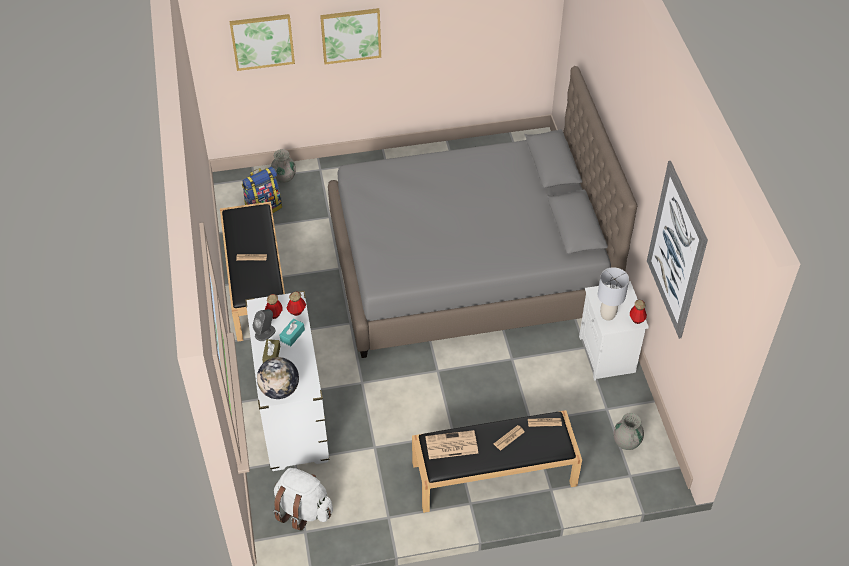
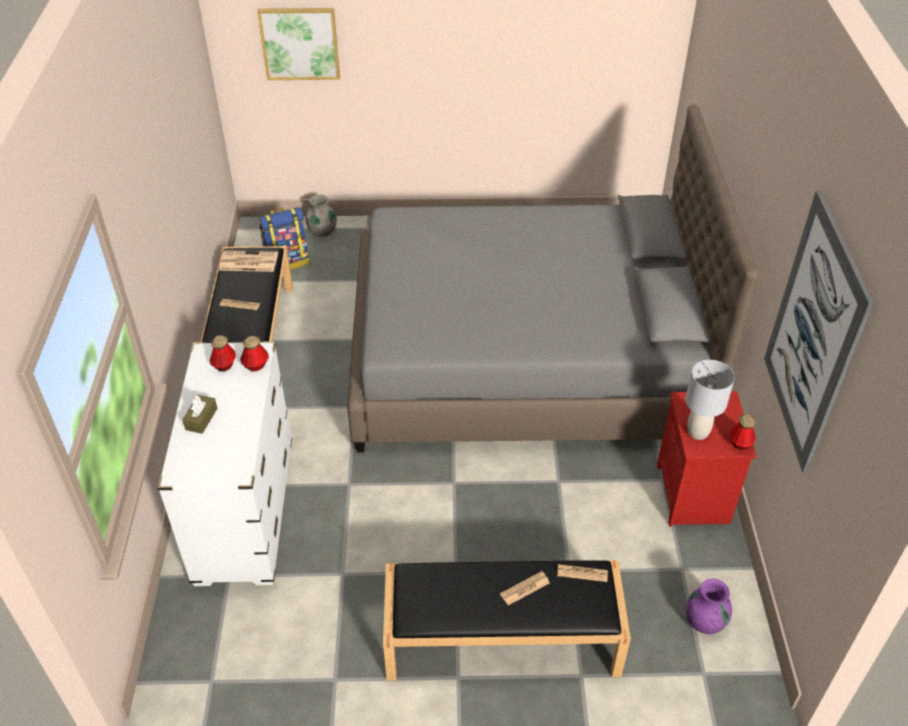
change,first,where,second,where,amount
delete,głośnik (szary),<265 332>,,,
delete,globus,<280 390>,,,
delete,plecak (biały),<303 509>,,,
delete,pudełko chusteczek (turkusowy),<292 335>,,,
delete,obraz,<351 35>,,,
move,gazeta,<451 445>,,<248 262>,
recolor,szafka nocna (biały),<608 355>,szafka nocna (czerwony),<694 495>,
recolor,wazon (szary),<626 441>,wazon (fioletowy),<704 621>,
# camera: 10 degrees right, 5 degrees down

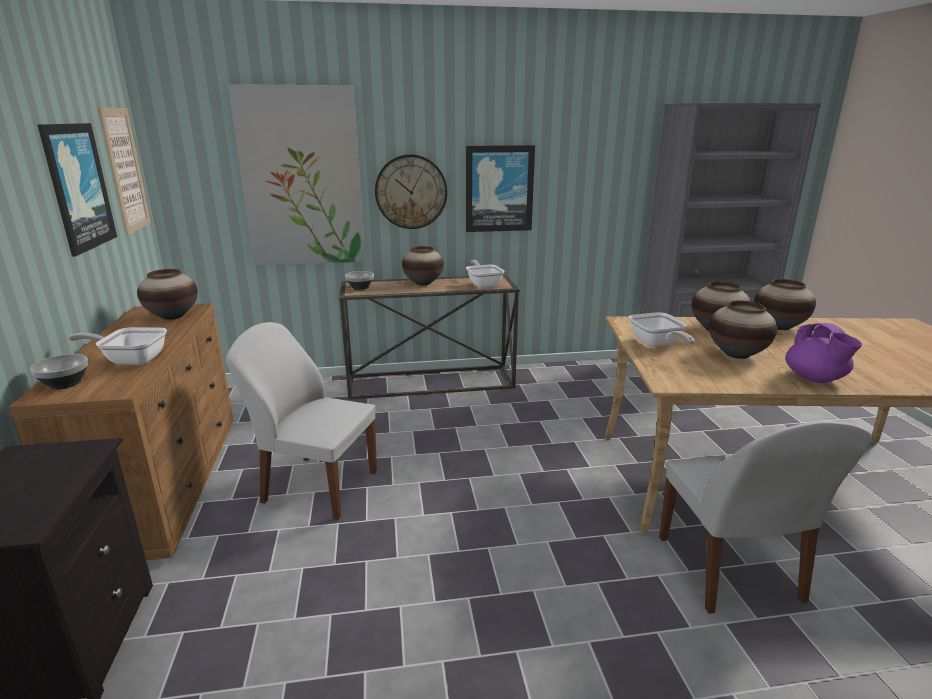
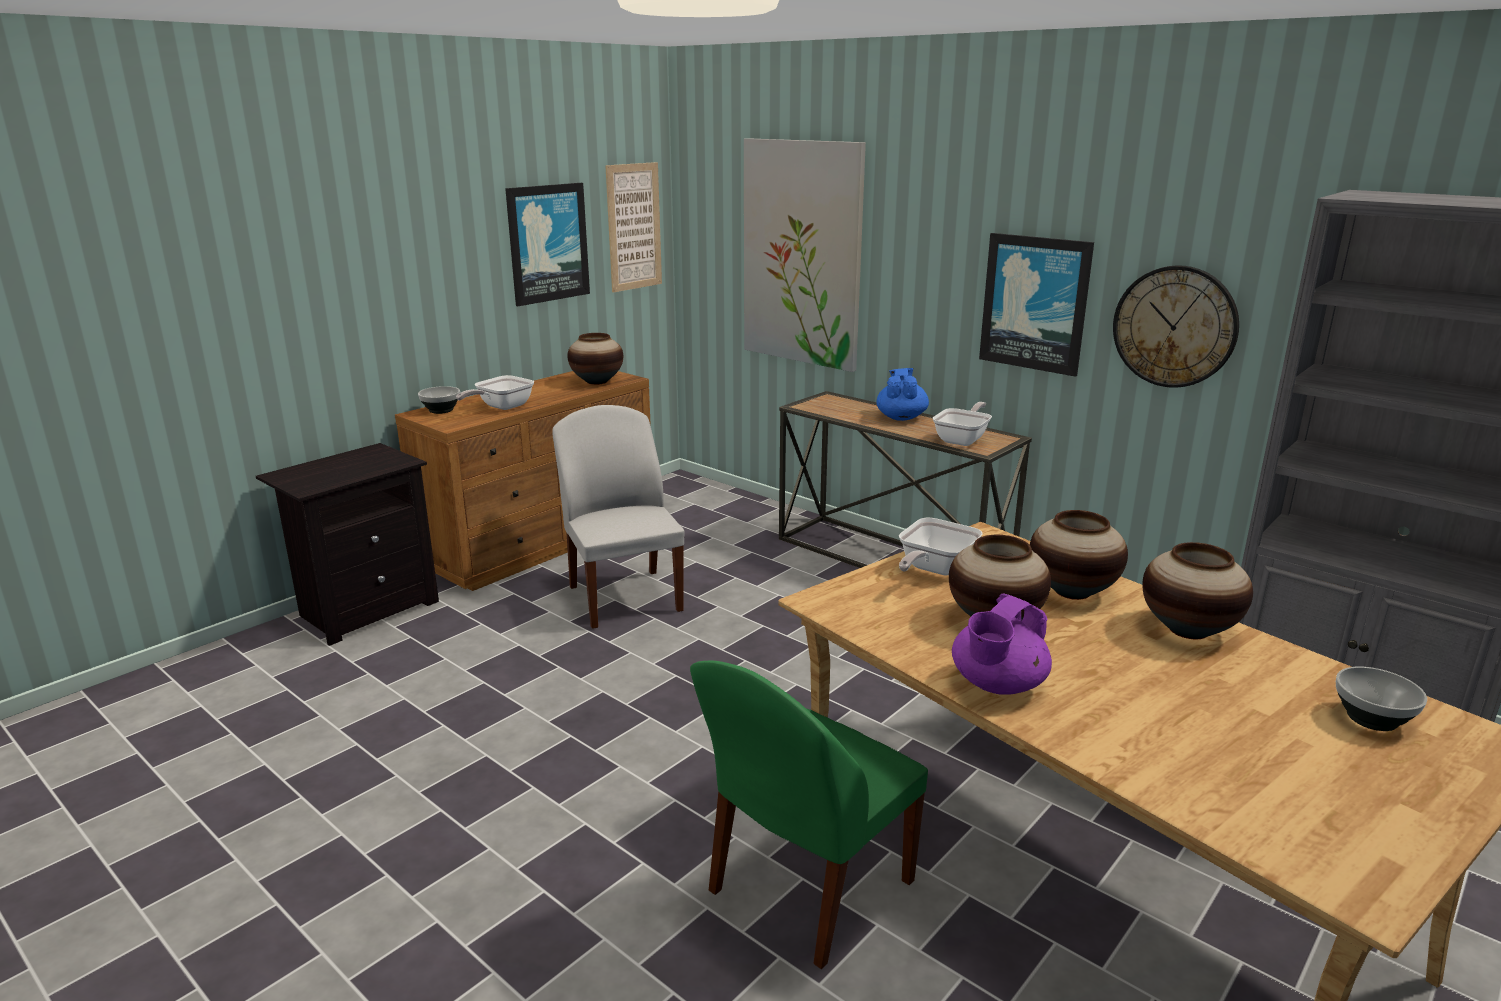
change,first,where,second,where,amount
move,miska,<360 287>,,<1370 719>,
move,zegar ścienny,<411 192>,,<1174 326>,
replace,wazon,<423 283>,imbryk (niebieski),<901 417>,
recolor,krzesło (biały),<730 571>,krzesło (zielony),<807 889>,
rotate,patelnia,<131 360>,,<501 407>,105 degrees counterclockwise
# camera: 50 degrees right, 0 degrees up

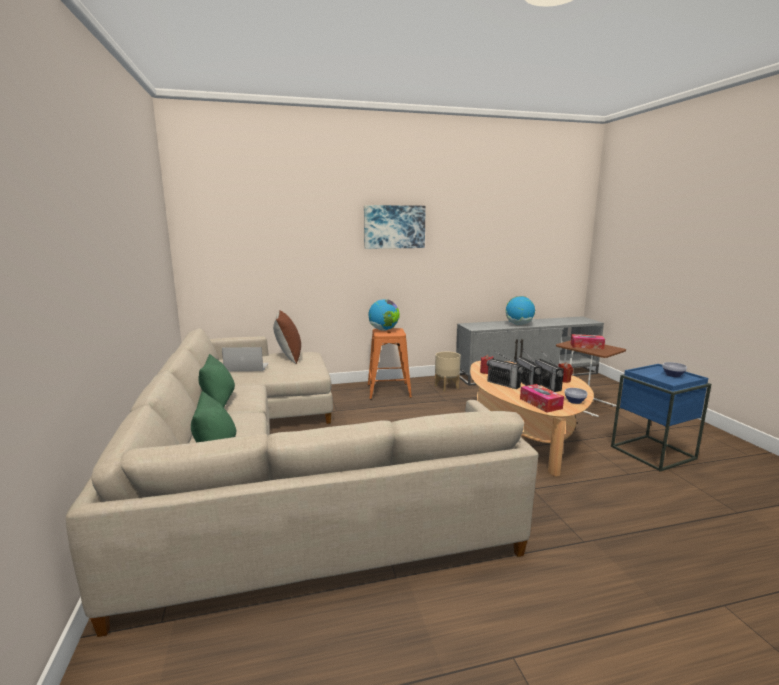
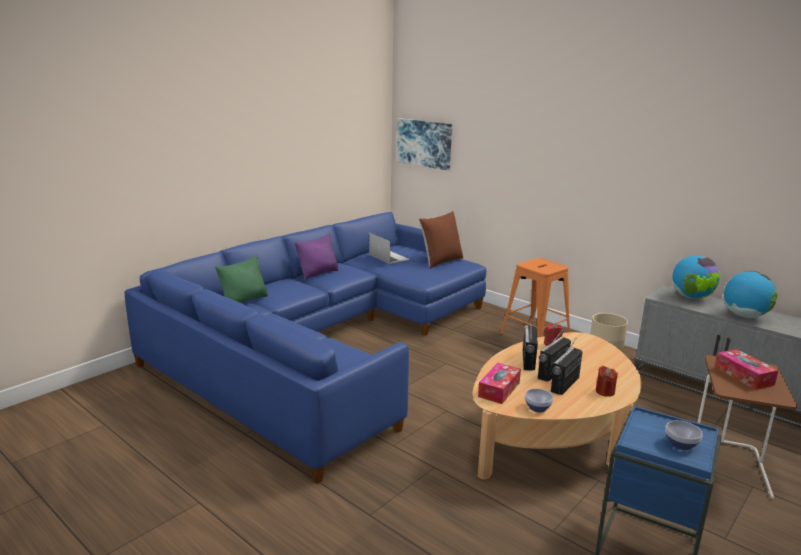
change,first,where,second,where,amount
move,obraz,<394 227>,,<424 143>,
move,globus,<384 330>,,<691 297>,
recolor,kanapa (beżowy),<271 470>,kanapa (niebieski),<323 343>,
recolor,poduszka (zielony),<219 401>,poduszka (fioletowy),<318 273>,
# camera: 55 degrees right, 5 degrees up

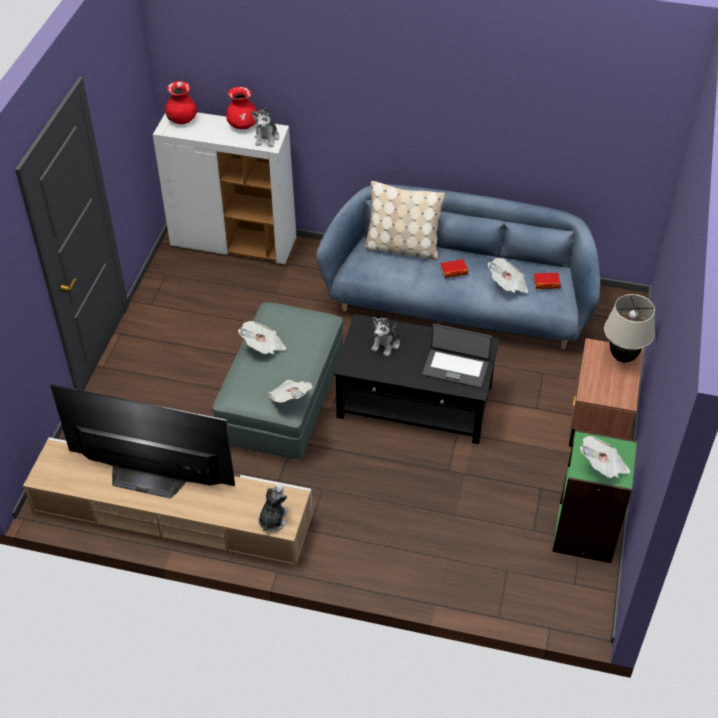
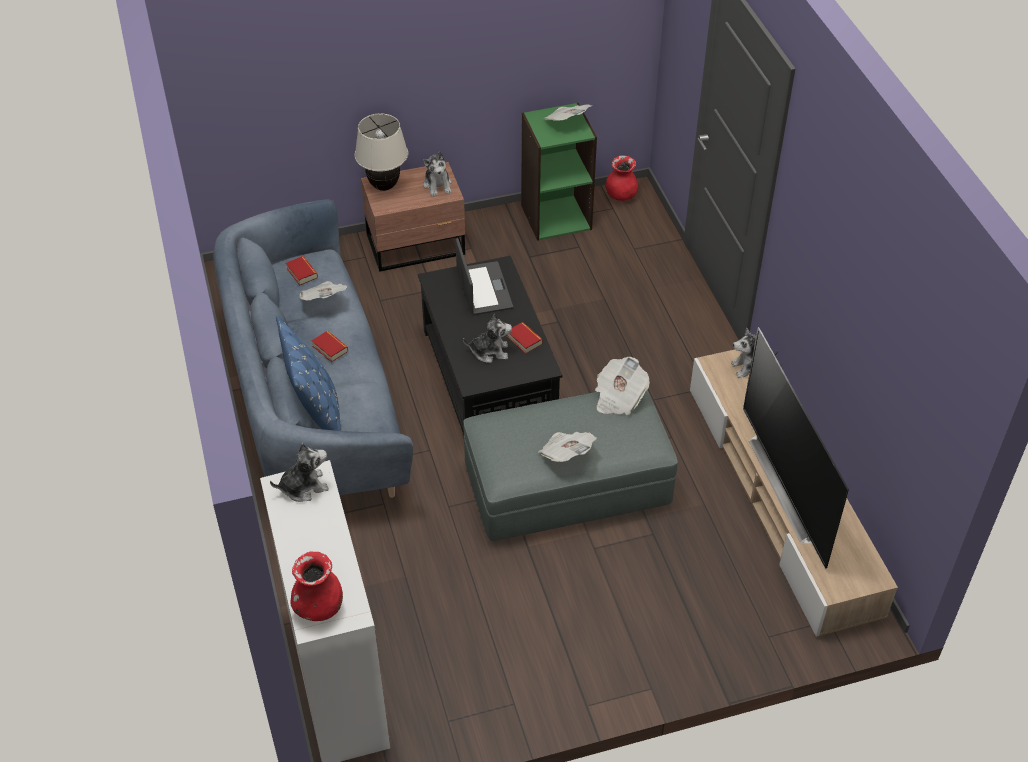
change,first,where,second,where,amount
insert,,,pluszak,<438 185>,
insert,,,książka,<524 340>,
move,wazon (czerwony),<243 125>,,<621 195>,
recolor,poduszka (beżowy),<402 248>,poduszka (niebieski),<315 408>,
# camera: 120 degrees left, 0 degrees up

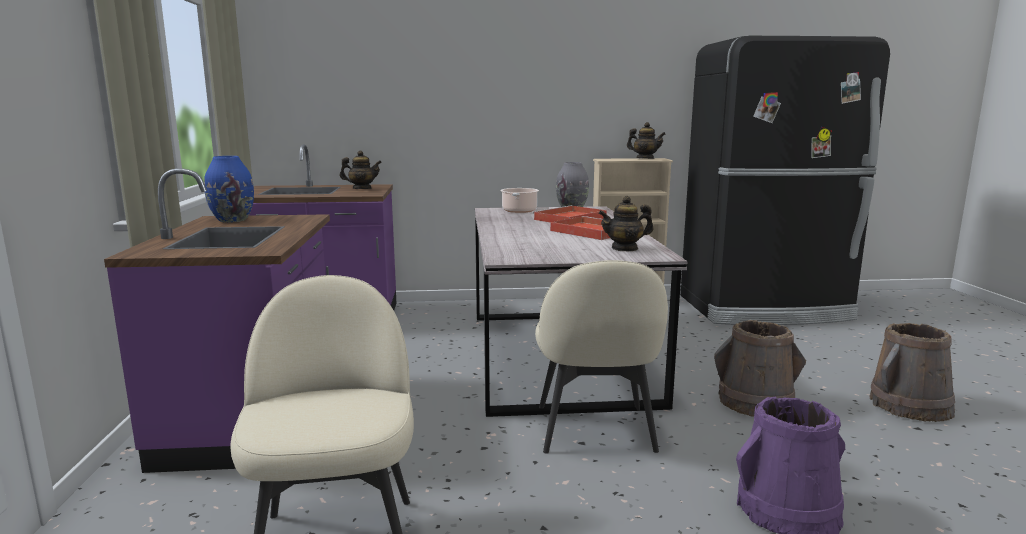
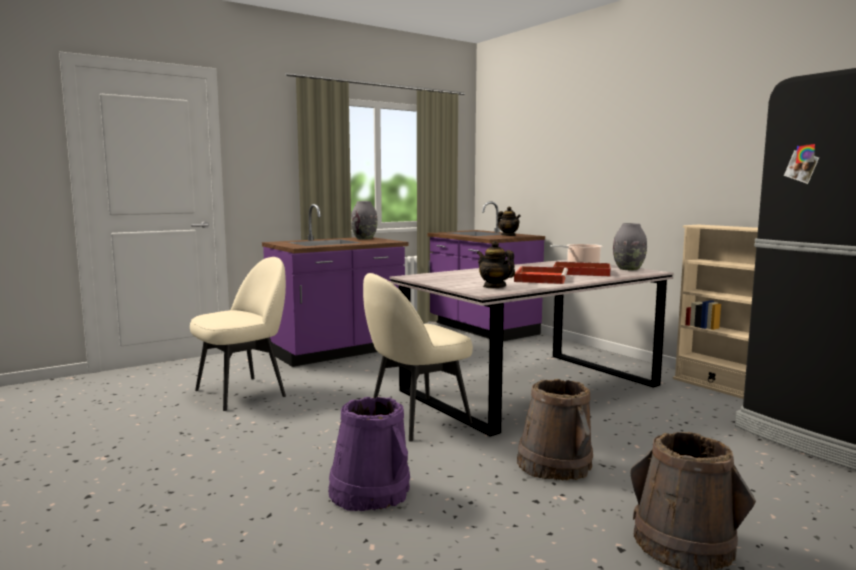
change,first,where,second,where,amount
delete,imbryk,<645 158>,,,
recolor,wazon (niebieski),<232 220>,wazon (szary),<364 238>,
# camera: 60 degrees right, 5 degrees down

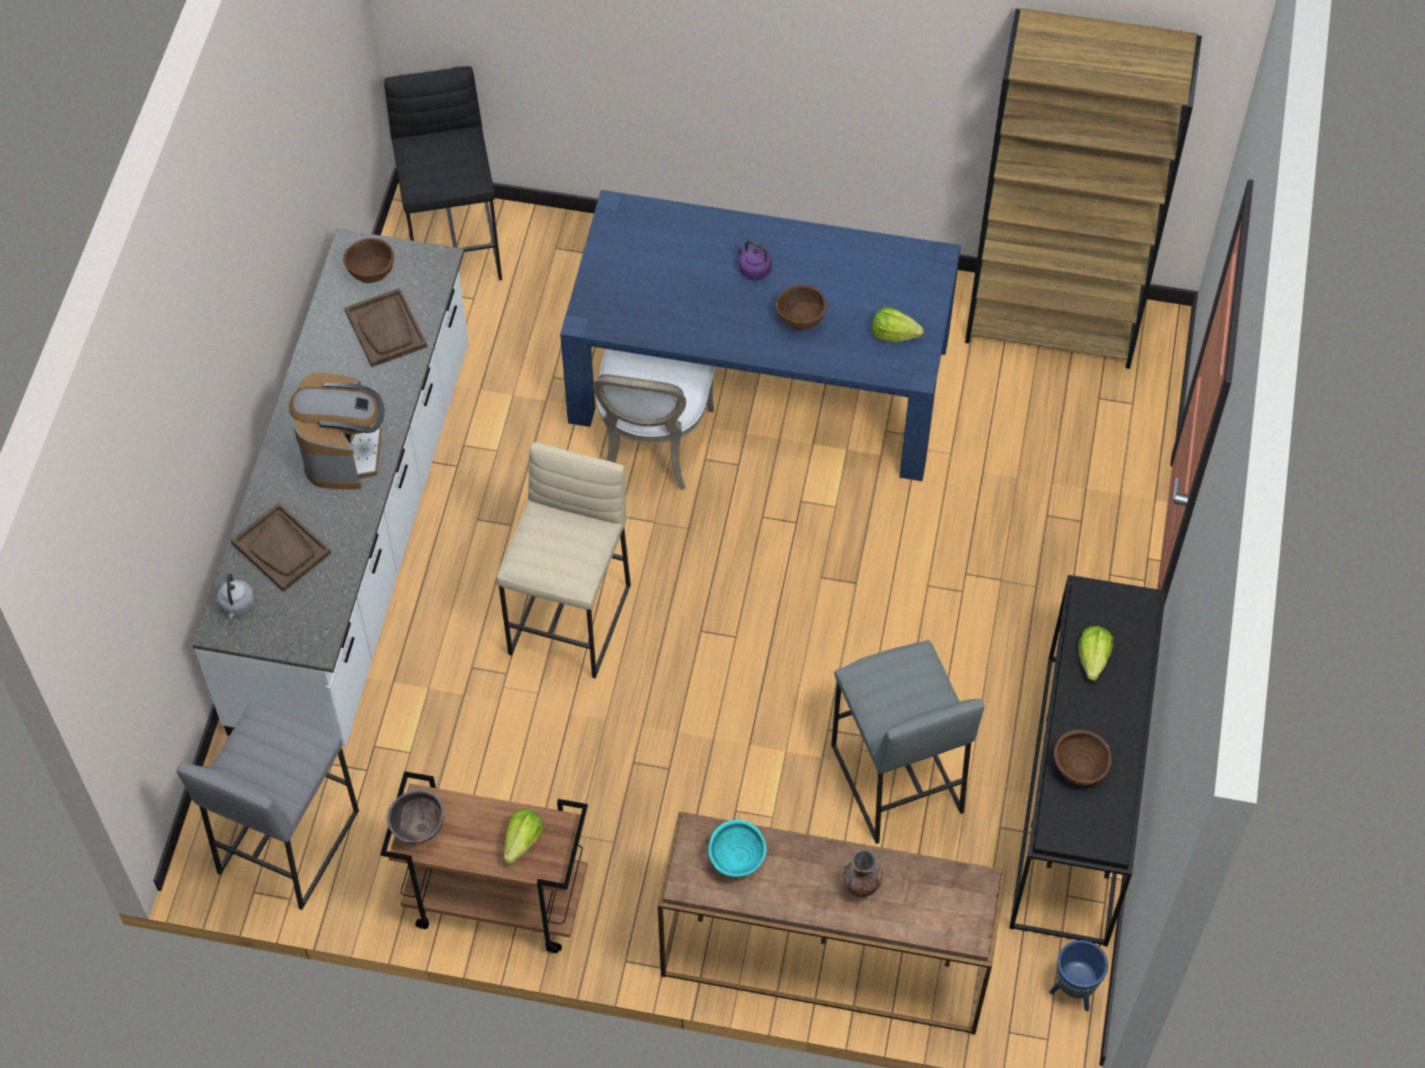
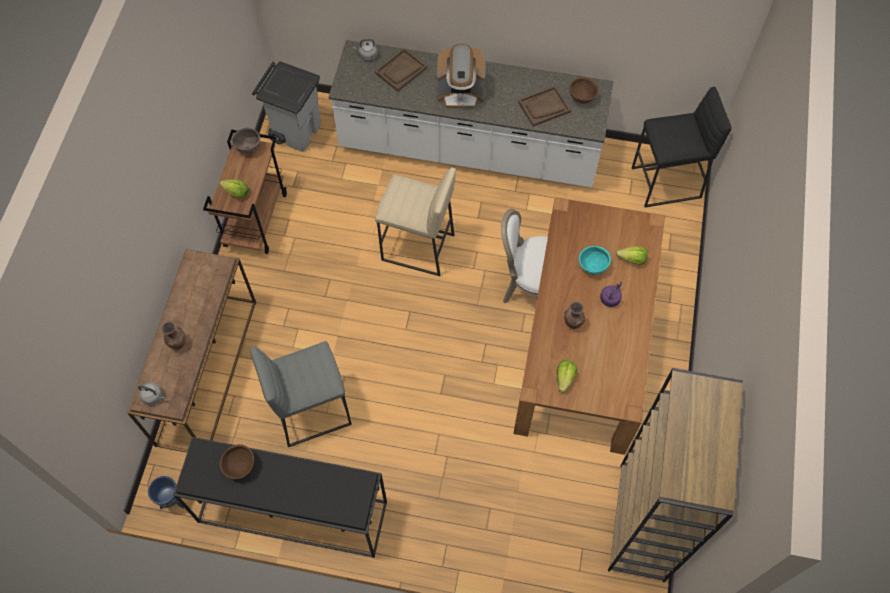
change,first,where,second,where,amount
insert,,,czajnik (szary),<154 396>,
move,miska (turkusowy),<736 861>,,<592 267>,
move,sałata,<1093 659>,,<632 260>,
replace,stołek (szary),<287 840>,kosz na śmieci (szary),<296 131>,
replace,miska (brązowy),<800 321>,wazon (brązowy),<572 324>,
recolor,stół jadalny (niebieski),<760 379>,stół jadalny (brązowy),<583 343>,
# camera: 90 degrees right, 5 degrees up

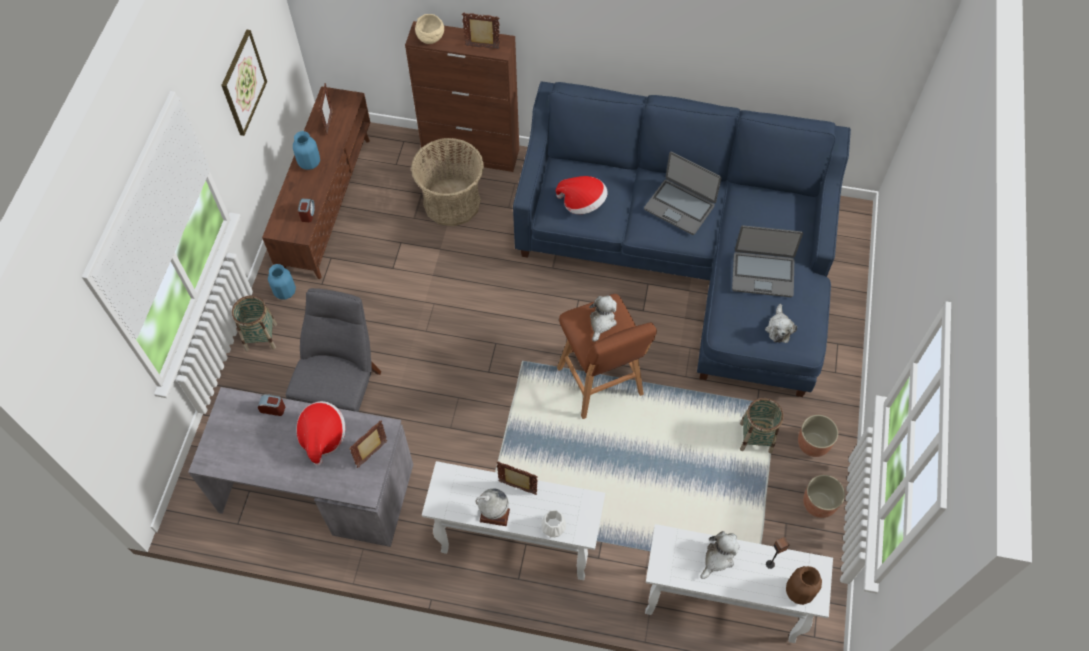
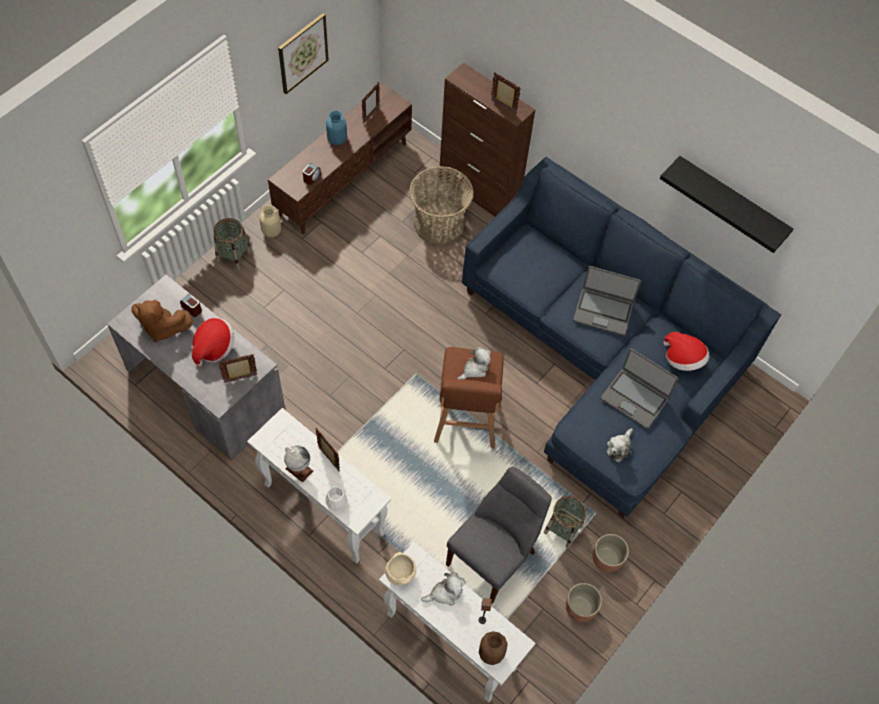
change,first,where,second,where,amount
insert,,,pluszak (brązowy),<162 328>,
insert,,,półka (czarny),<731 201>,
move,krzesło (szary),<344 393>,,<494 556>,
move,miska (beżowy),<430 38>,,<400 573>,
move,kapelusz,<582 203>,,<683 359>,
recolor,wazon (niebieski),<285 291>,wazon (beżowy),<271 231>,
rotate,laptop,<680 207>,,<603 311>,45 degrees counterclockwise
# camera: 25 degrees right, 0 degrees up

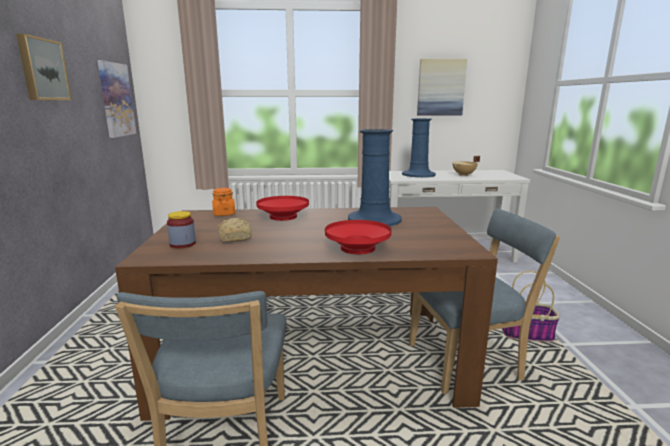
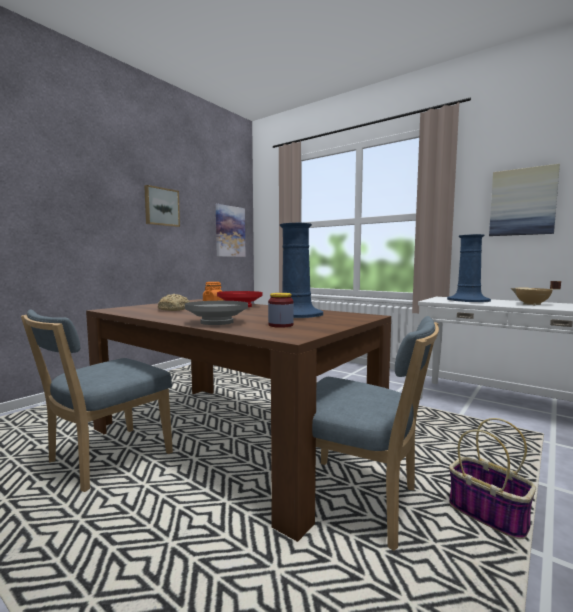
change,first,where,second,where,amount
move,słoik,<182 244>,,<280 325>,
recolor,miska (czerwony),<357 248>,miska (szary),<217 322>,
# camera: 40 degrees right, 10 degrees down

